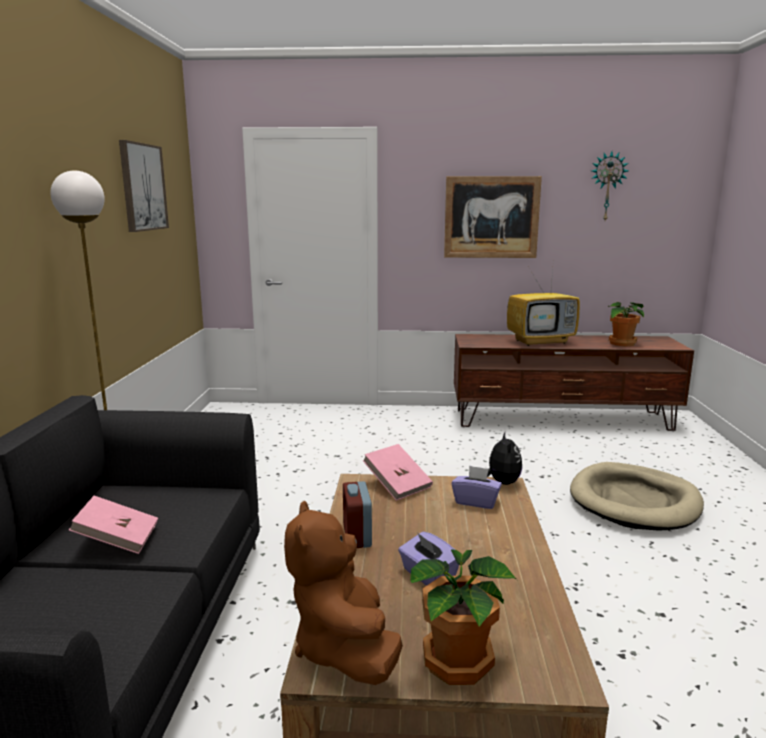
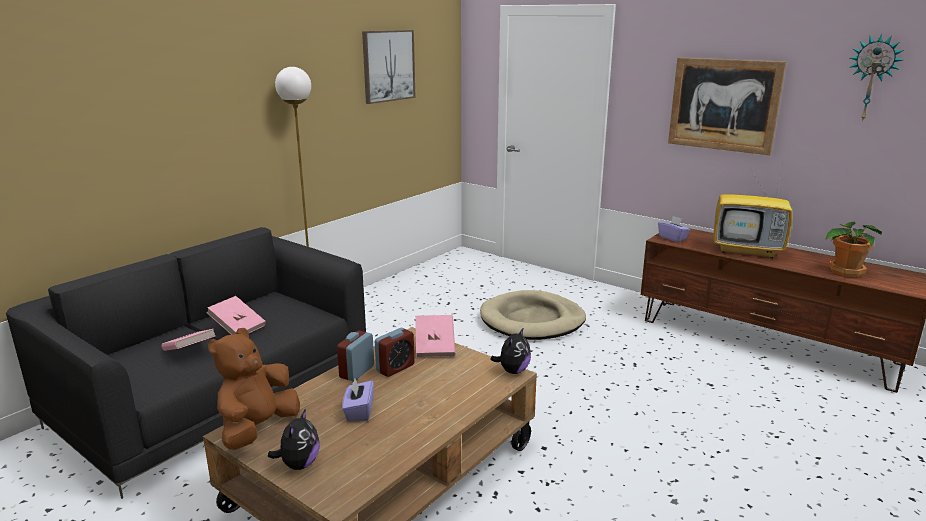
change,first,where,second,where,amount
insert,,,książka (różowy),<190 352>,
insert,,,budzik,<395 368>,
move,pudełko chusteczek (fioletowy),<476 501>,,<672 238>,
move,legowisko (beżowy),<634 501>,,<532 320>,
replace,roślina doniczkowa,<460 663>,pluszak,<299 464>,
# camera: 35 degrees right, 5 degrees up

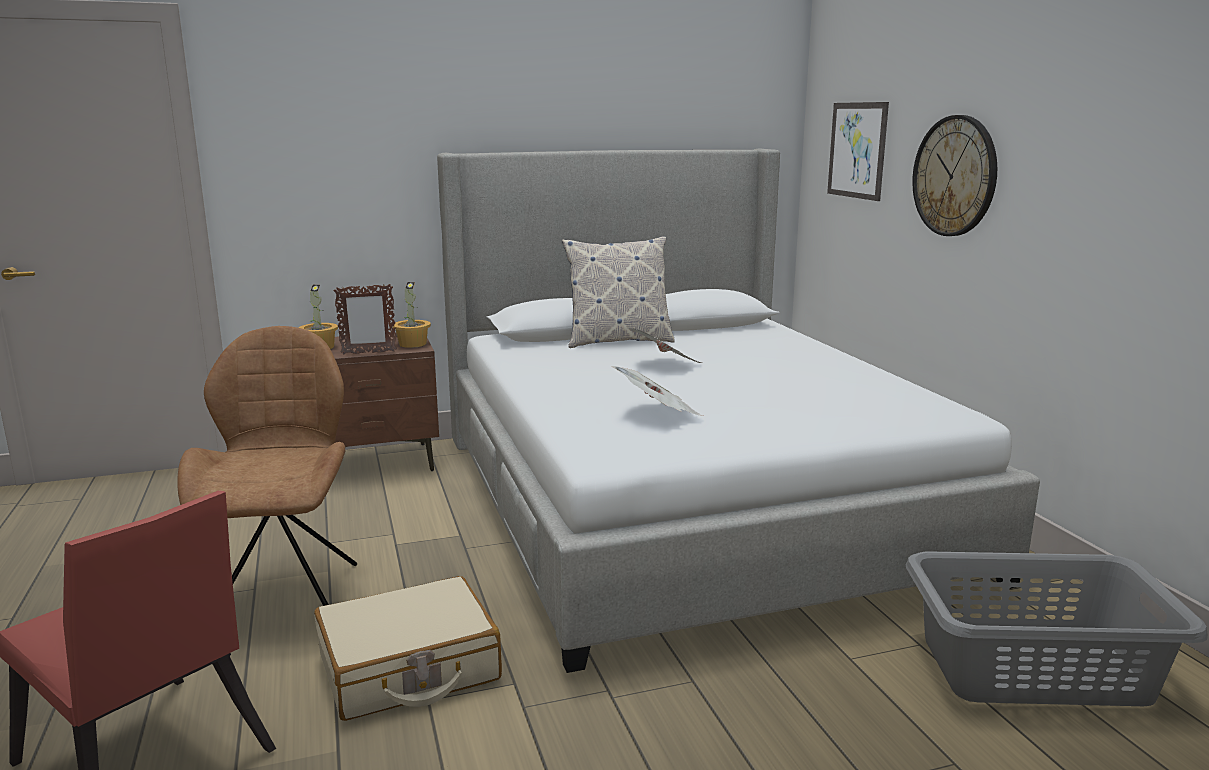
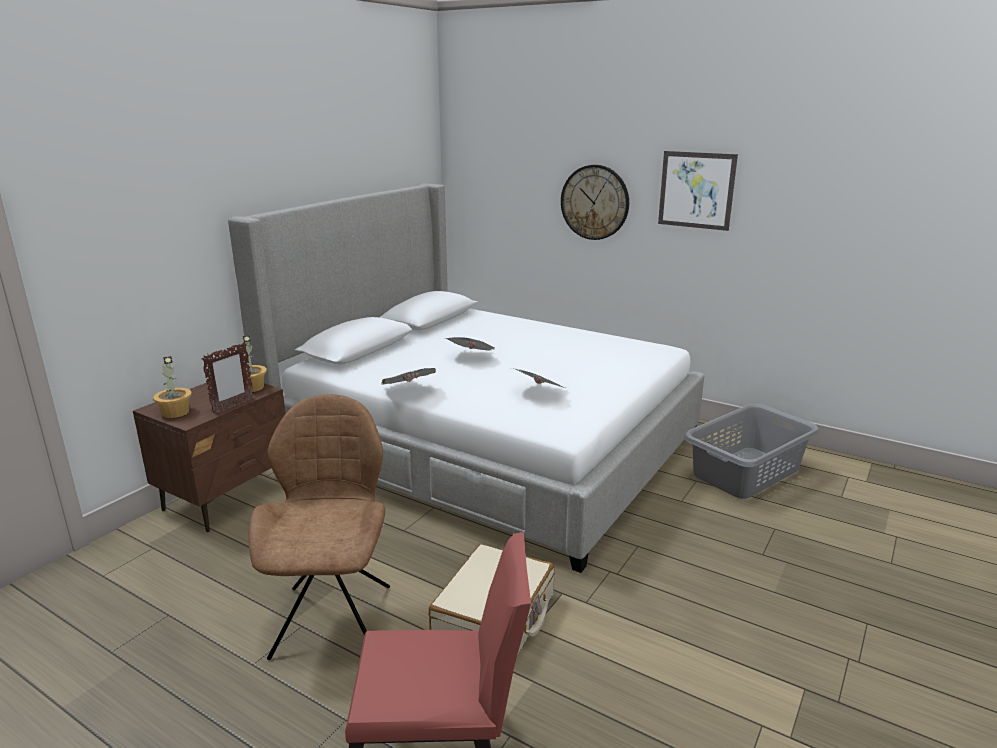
change,first,where,second,where,amount
delete,poduszka,<618 341>,,,
insert,,,gazeta,<409 391>,
move,obraz,<857 150>,,<696 190>,
rotate,krzesło (brązowy),<286 594>,,<334 617>,45 degrees clockwise
# camera: 40 degrees left, 5 degrees up

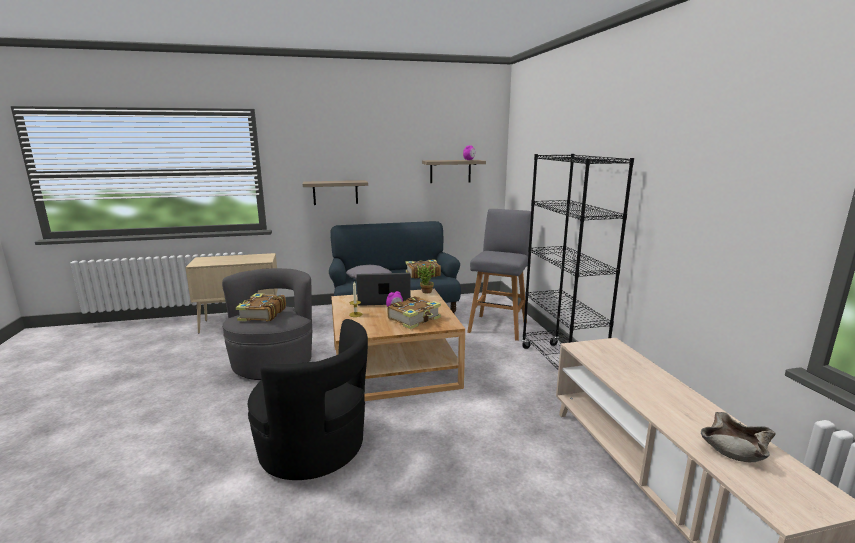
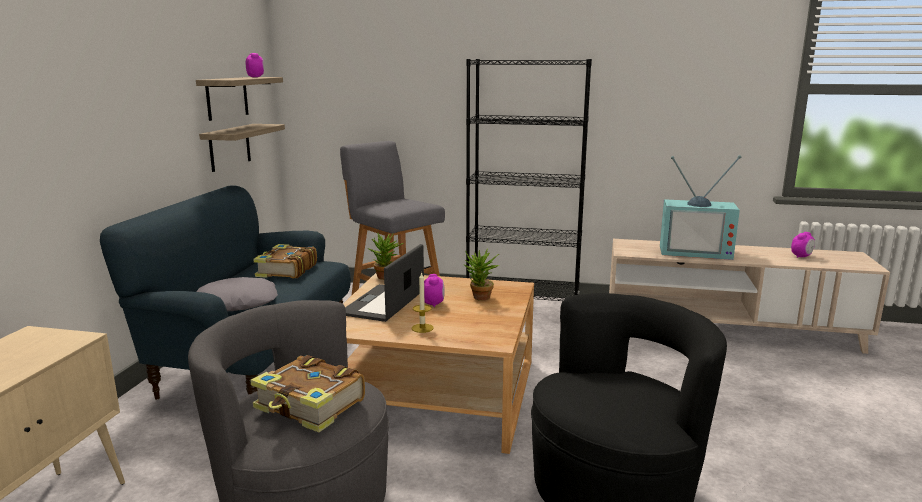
change,first,where,second,where,amount
insert,,,telewizor,<696 251>,
move,półka,<335 192>,,<229 147>,
replace,książka,<415 319>,roślina doniczkowa,<480 298>,
replace,miska (beżowy),<734 448>,budzik,<801 256>,
# camera: 65 degrees left, 0 degrees up

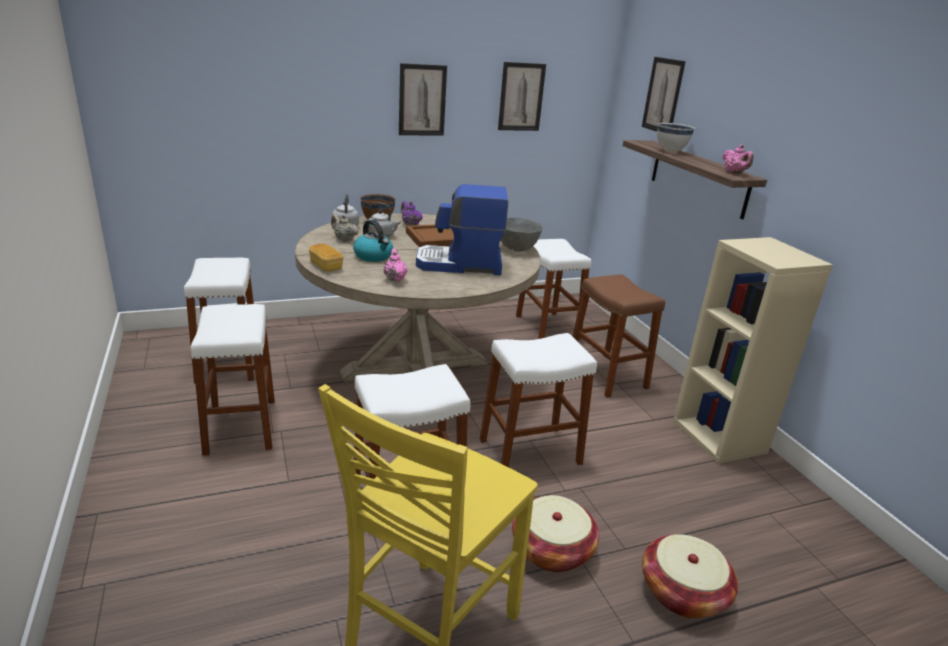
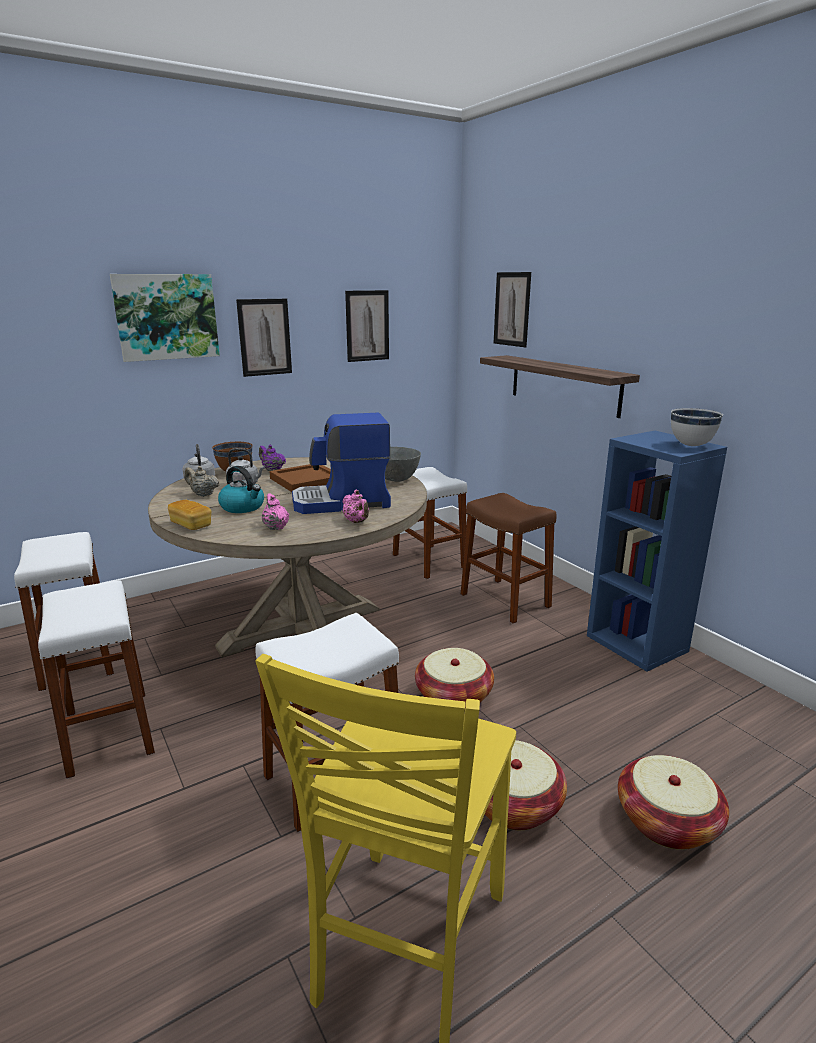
change,first,where,second,where,amount
insert,,,obraz,<166 317>,
move,miska (biały),<670 151>,,<690 445>,
move,imbryk (różowy),<734 173>,,<357 522>,
replace,stołek (biały),<530 452>,koszyk,<453 696>,
recolor,regał (beżowy),<720 437>,regał (niebieski),<638 644>,
# camera: 10 degrees left, 5 degrees down

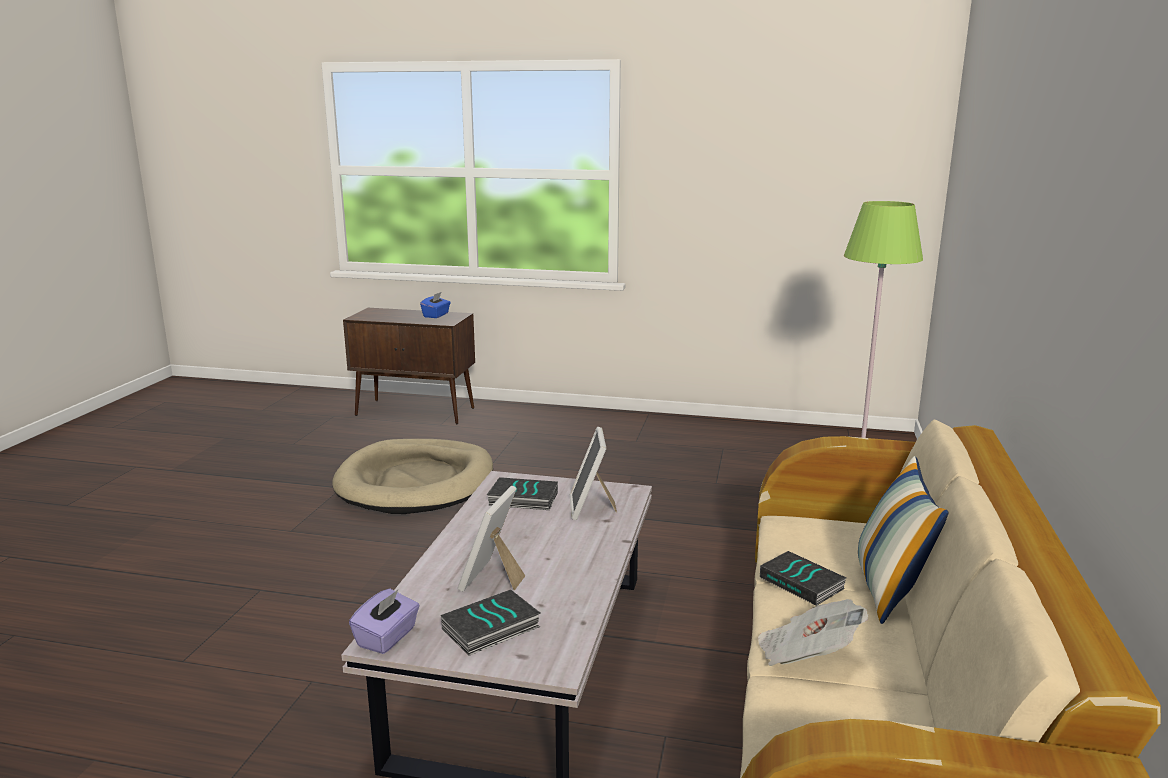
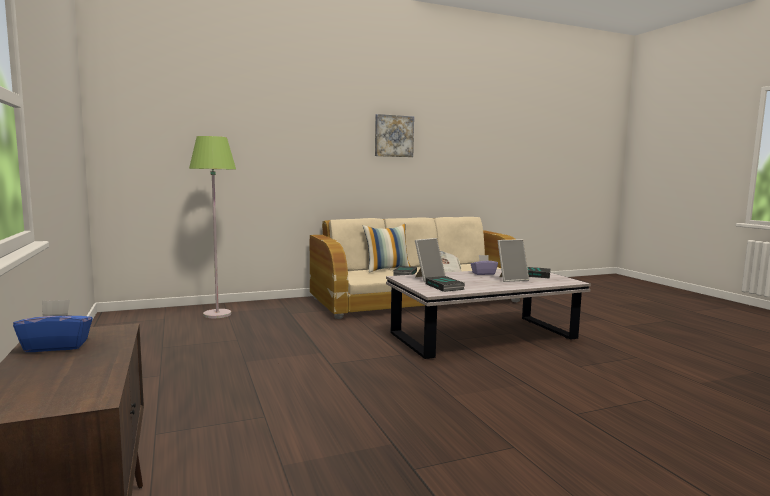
change,first,where,second,where,amount
delete,legowisko (beżowy),<416 482>,,,
insert,,,obraz,<393 136>,
move,pudełko chusteczek (fioletowy),<387 637>,,<483 273>,
# camera: 125 degrees left, 10 degrees down

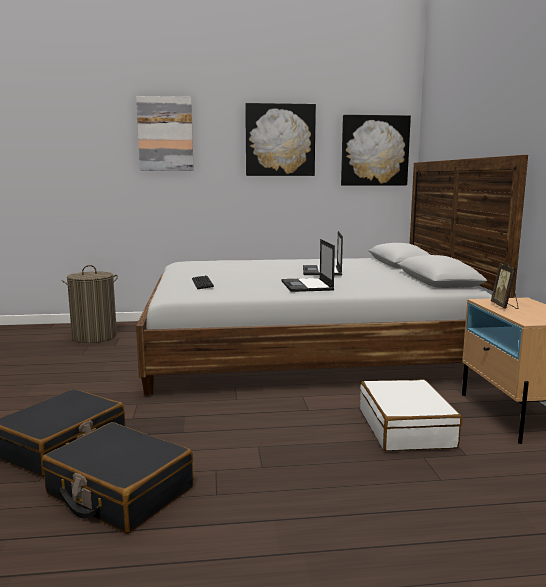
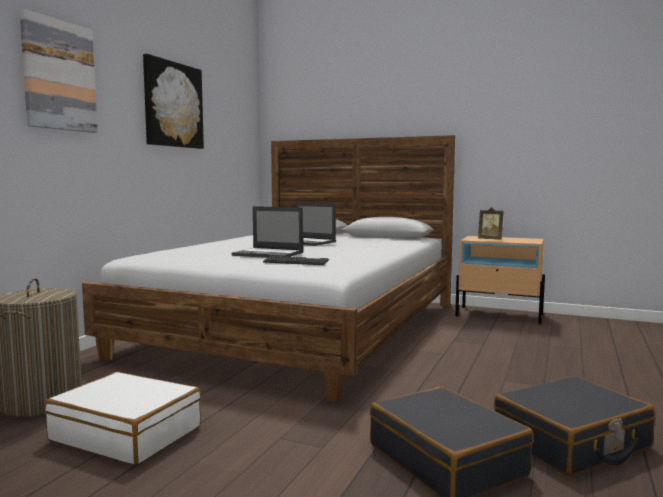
change,first,where,second,where,amount
delete,obraz,<374 150>,,,
move,laptop,<307 286>,,<269 254>,
move,walizka (biały),<406 428>,,<127 434>,
# camera: 60 degrees left, 5 degrees down

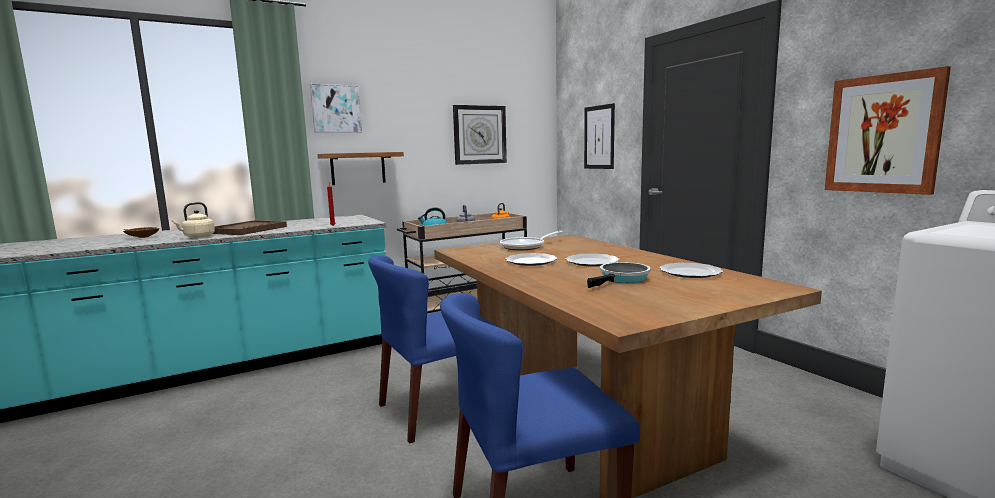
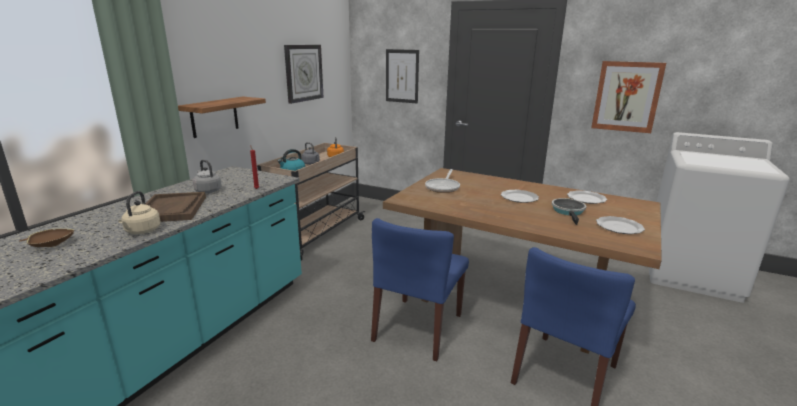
change,first,where,second,where,amount
delete,obraz,<336 109>,,,
insert,,,czajnik (szary),<207 190>,
move,talerz,<531 261>,,<620 227>,
# camera: 35 degrees left, 10 degrees up

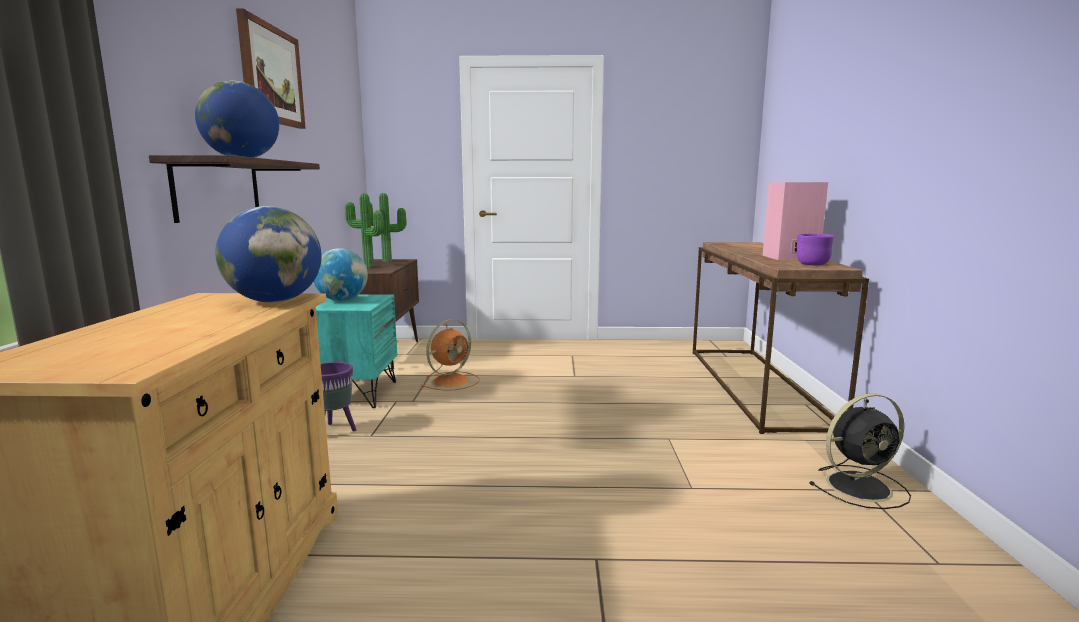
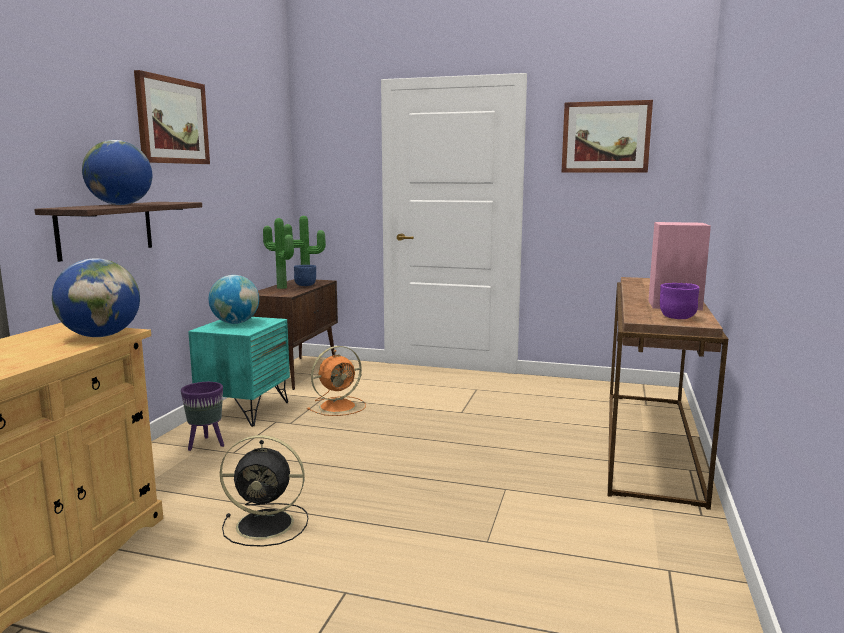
change,first,where,second,where,amount
insert,,,miska (niebieski),<305 285>,
insert,,,obraz,<605 137>,
move,wentylator (czarny),<861 486>,,<267 524>,
# camera: 15 degrees right, 0 degrees up

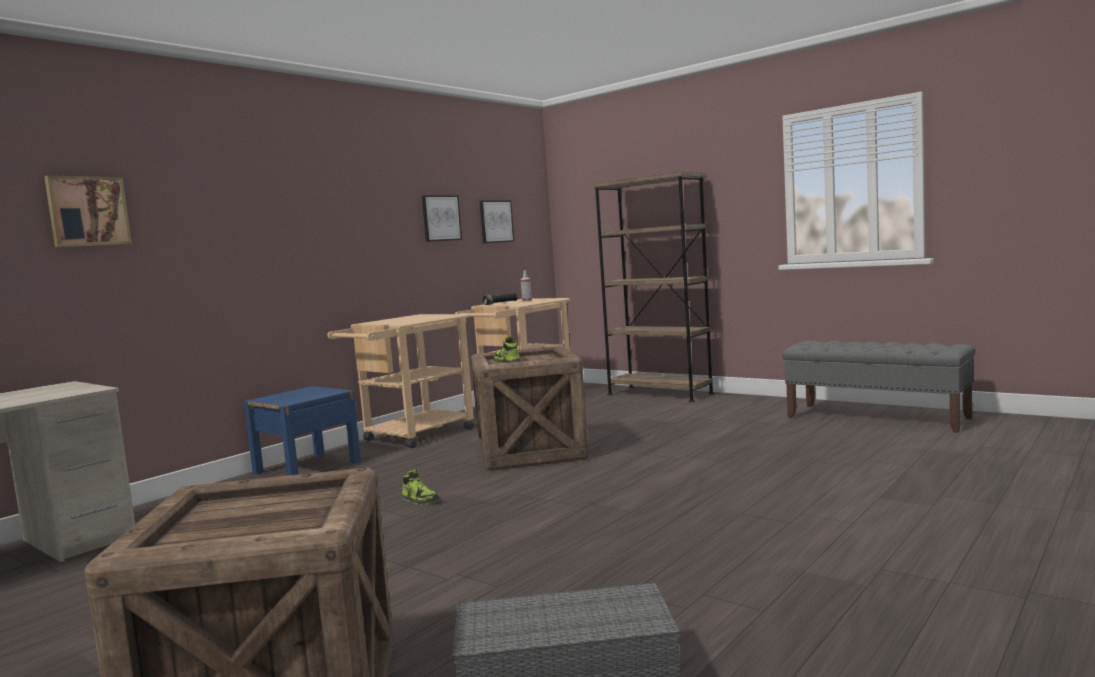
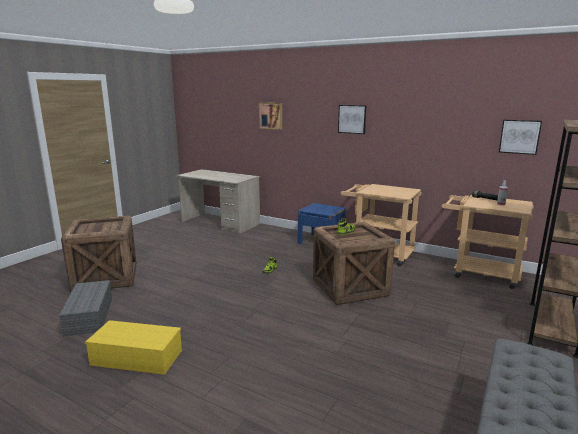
change,first,where,second,where,amount
insert,,,pojemnik do przechowywania (żółty),<135 358>,
move,obraz,<440 218>,,<352 119>,
# camera: 80 degrees right, 10 degrees up

